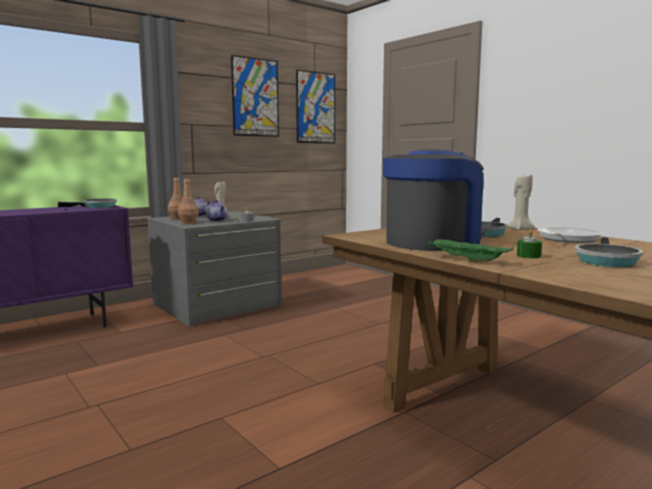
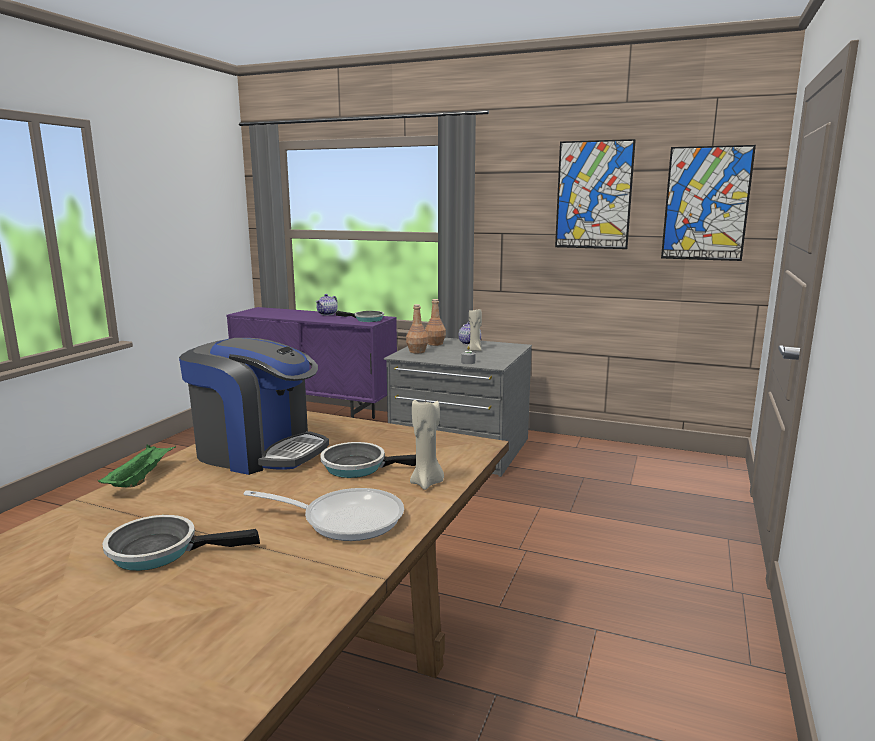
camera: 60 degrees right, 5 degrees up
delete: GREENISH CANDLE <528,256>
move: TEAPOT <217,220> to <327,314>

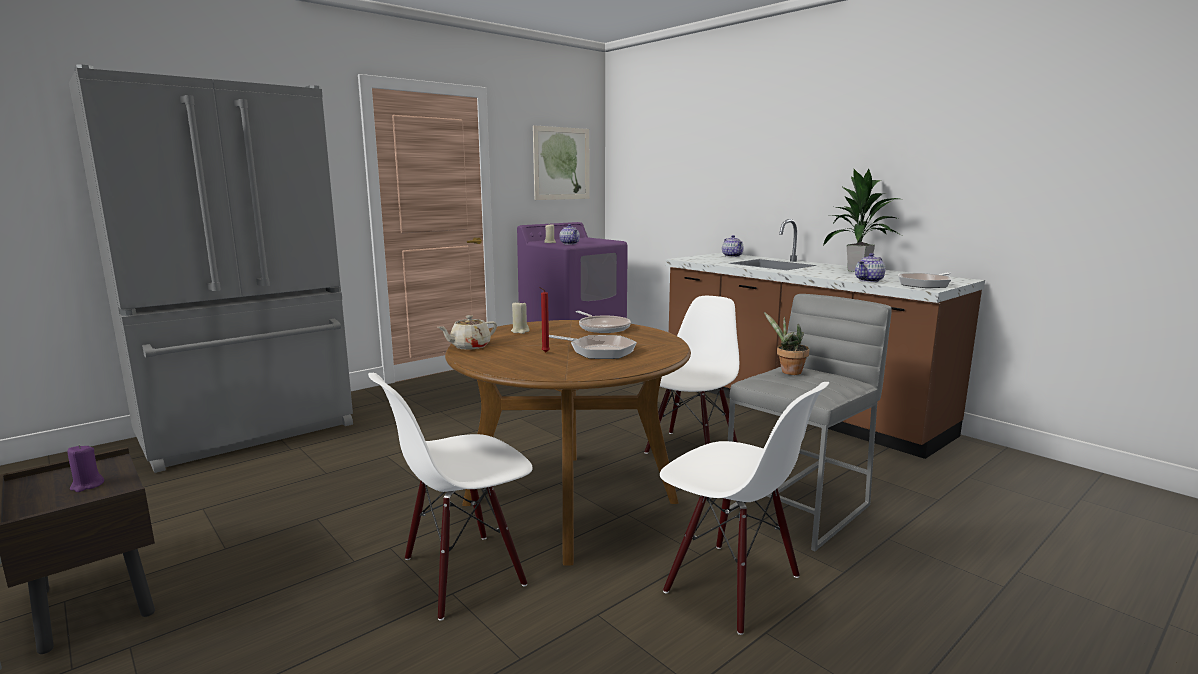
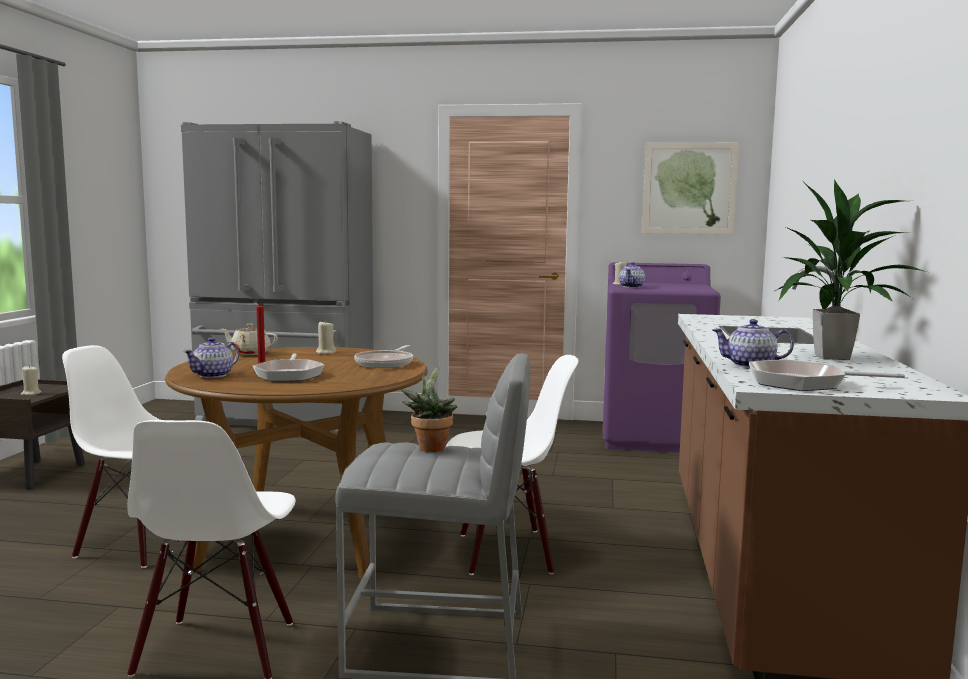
camera: 50 degrees right, 5 degrees down
move: TEAPOT <732,256> to <213,375>
recolor: PURPLE-COLOURED CANDLE <87,486> to SAND-COLOURED CANDLE <31,393>

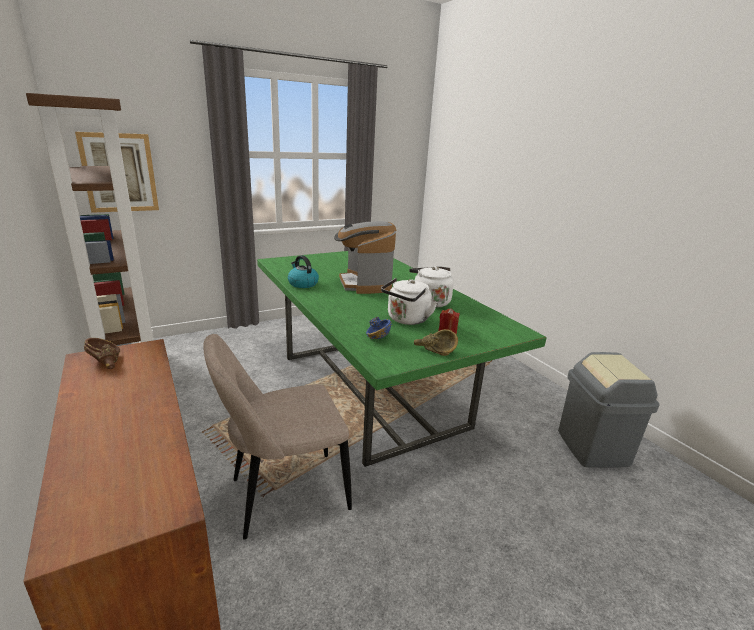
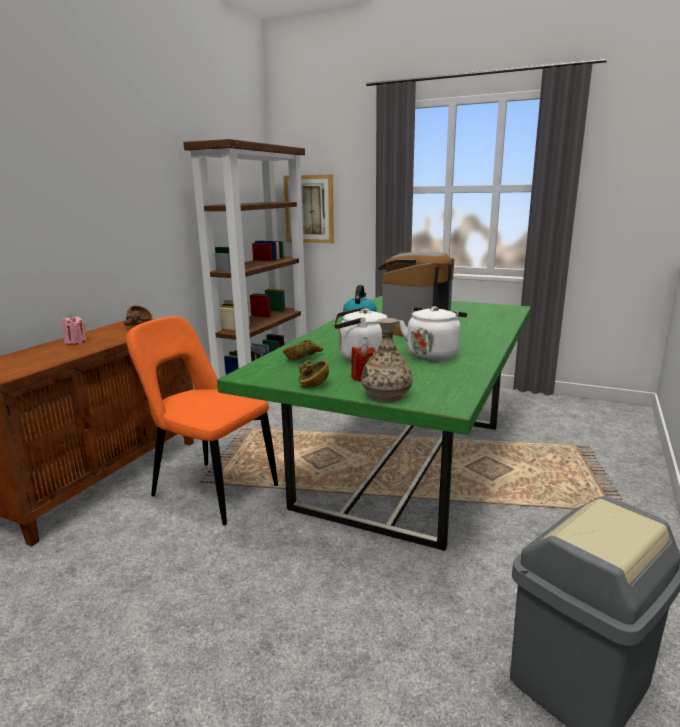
camera: 55 degrees right, 5 degrees down
insert: PINK CANDLE <76,342>; FLOWER VASE <386,395>
recolor: SAND-COLOURED PLAIN CHAIR <283,495> to ORANGEY PLAIN CHAIR <210,489>; BLUE DEEP DISH <376,334> to BROWN-COLOURED DEEP DISH <304,358>

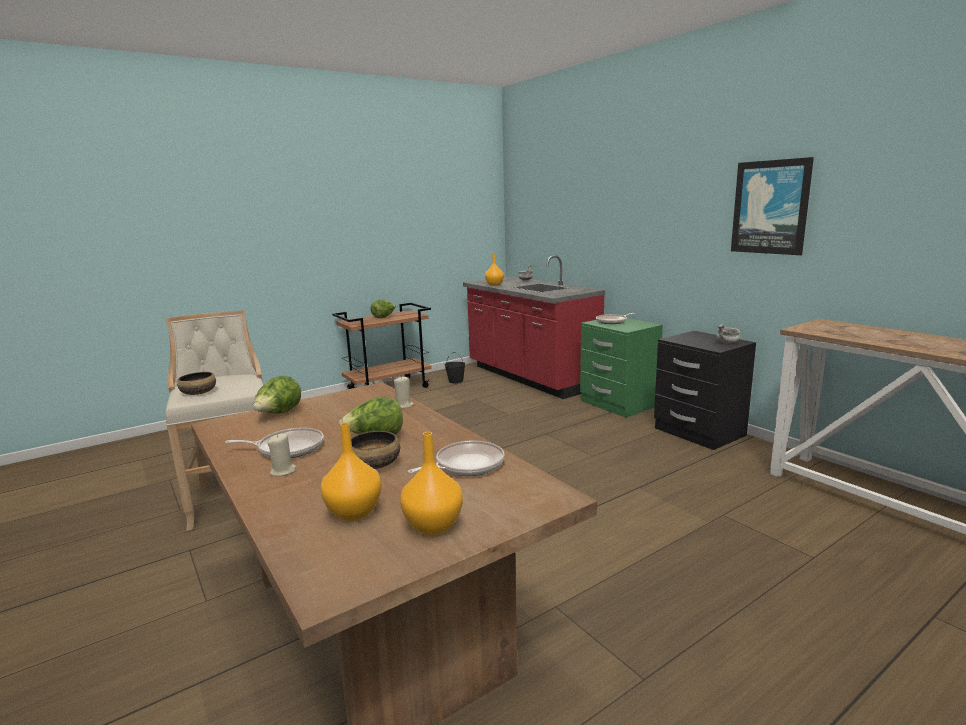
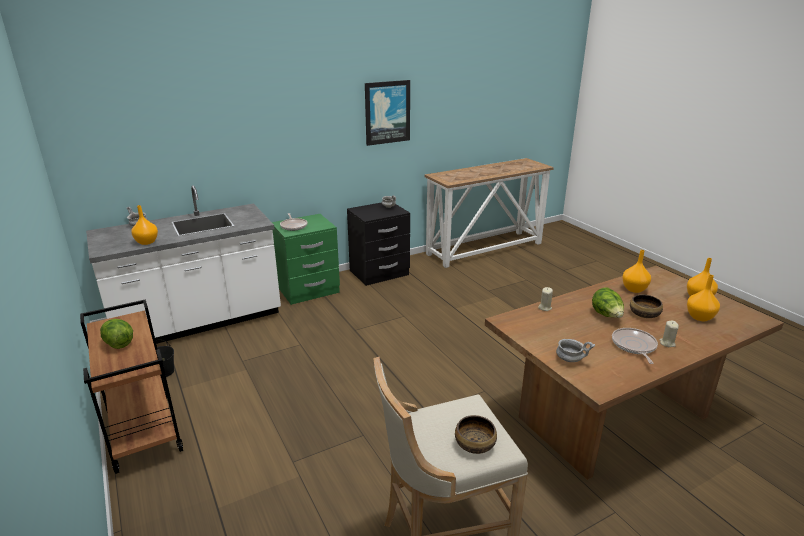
camera: 85 degrees left, 10 degrees up
replace: HEAD OF LETTUCE <279,414> to GREY DEEP DISH <570,359>; FRYING PAN <466,465> to ORANGEY FLOWER VASE <634,289>
recolor: RED-COLOURED KITCHEN COUNTER <530,377> to WHITE-COLOURED KITCHEN COUNTER <199,322>

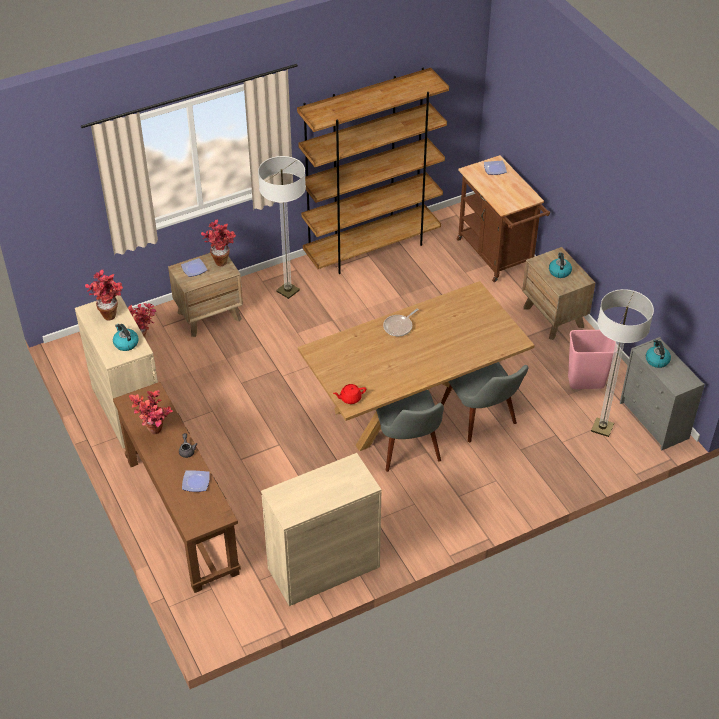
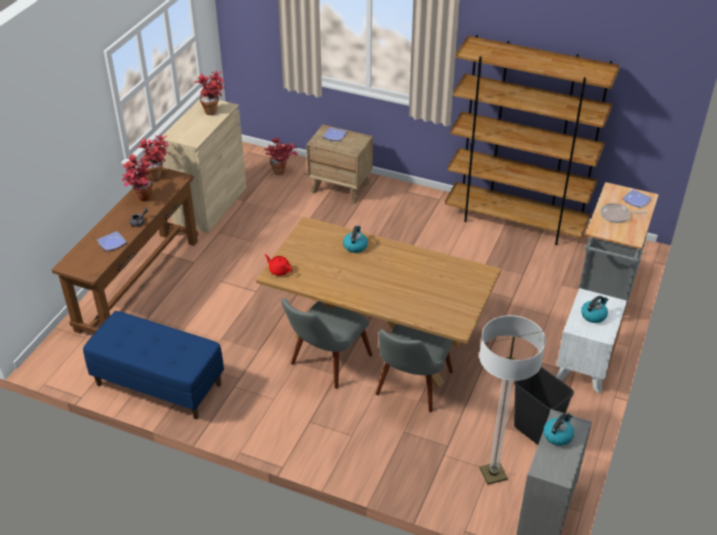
camera: 50 degrees right, 5 degrees down
delete: FLOOR LAMP <288,291>
move: PLANT IN A POT <221,259> to <159,175>; TEA KETTLE <126,343> to <355,246>; FRYING PAN <399,326> to <617,215>
replace: SAND-COLOURED CUPBOARD <323,567> to BLUE INDOOR BENCH <158,384>
recolor: PINK WASTE BIN <586,381> to BLACK-COLOURED WASTE BIN <536,430>; BROWN-COLOURED NIGHT TABLE <554,317> to WHITE-COLOURED NIGHT TABLE <584,366>; BROWN-COLOURED CART <497,257> to GREY CART <605,293>

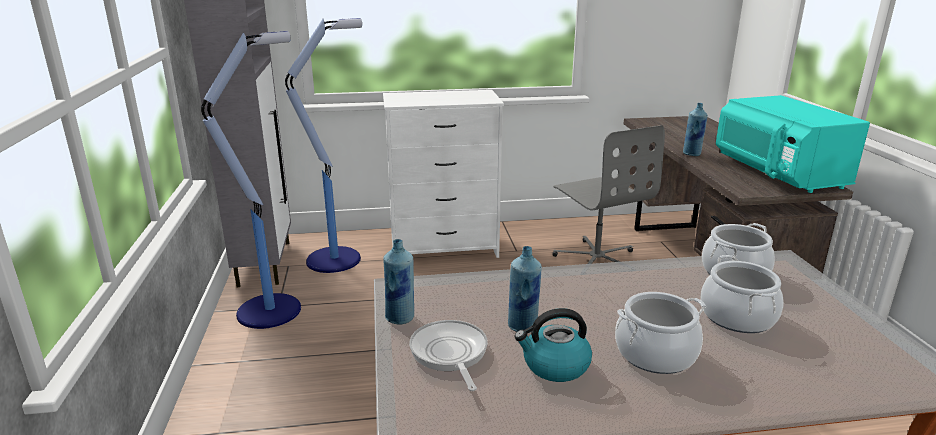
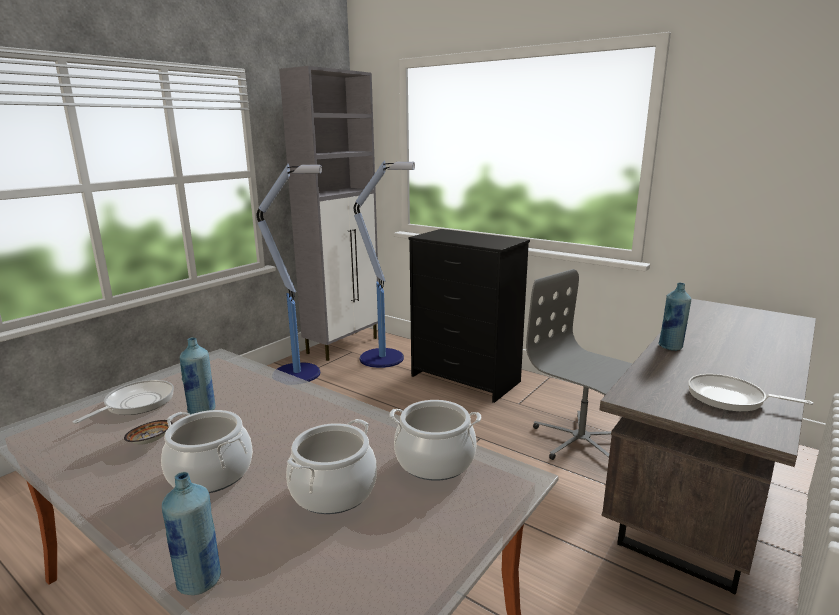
camera: 45 degrees right, 5 degrees down
move: BLUE BEVERAGE BOTTLE <400,318> to <199,581>
replace: TEA KETTLE <554,366> to DEEP DISH <150,441>; TURQUOISE MICROWAVE <778,174> to FRYING PAN <730,398>
recolor: WHITE-COLOURED DRAWER CHEST <444,248> to BLACK-COLOURED DRAWER CHEST <465,379>
rotate: GREY OFFICE CHAIR <597,259> = <580,441> 120 degrees clockwise

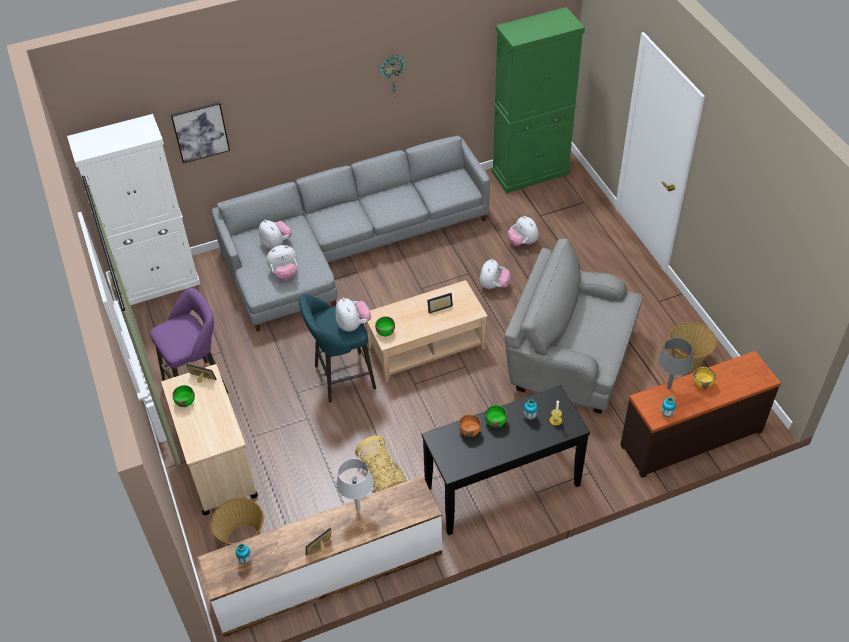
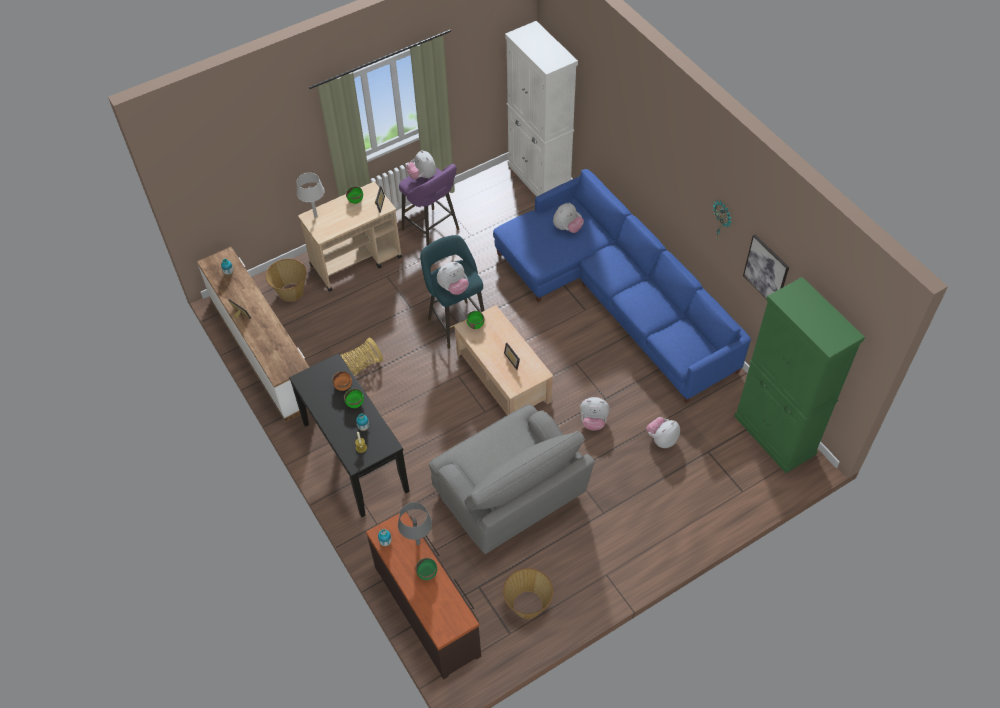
camera: 80 degrees right, 5 degrees up
move: GREY TABLE LAMP <357,507> to <315,215>; CUDDLY TOY <284,273> to <422,176>; WALL ART <200,132> to <766,271>
recolor: YELLOWISH DEEP DISH <702,383> to GREENISH DEEP DISH <427,573>; GREY SOFA <344,247> to BLUE SOFA <614,295>
rotate: GREY LOUNGE CHAIR <569,358> = <510,496> 135 degrees clockwise

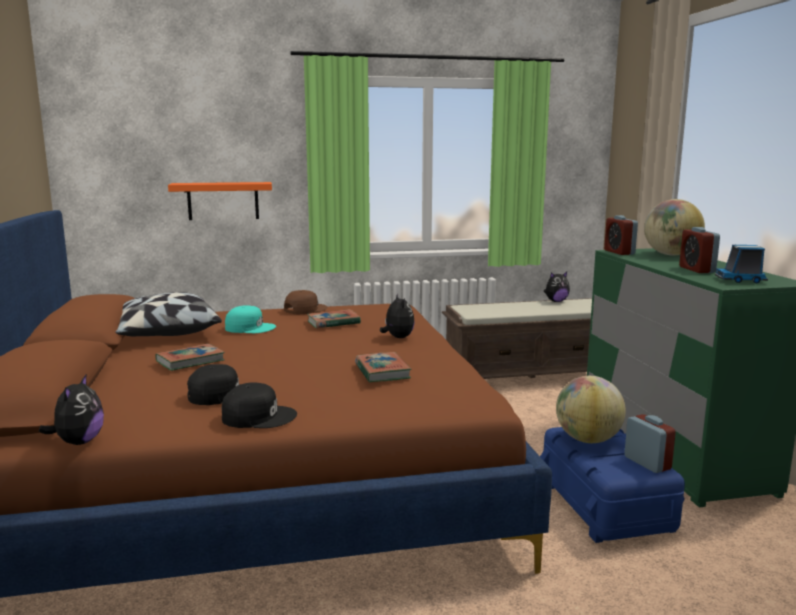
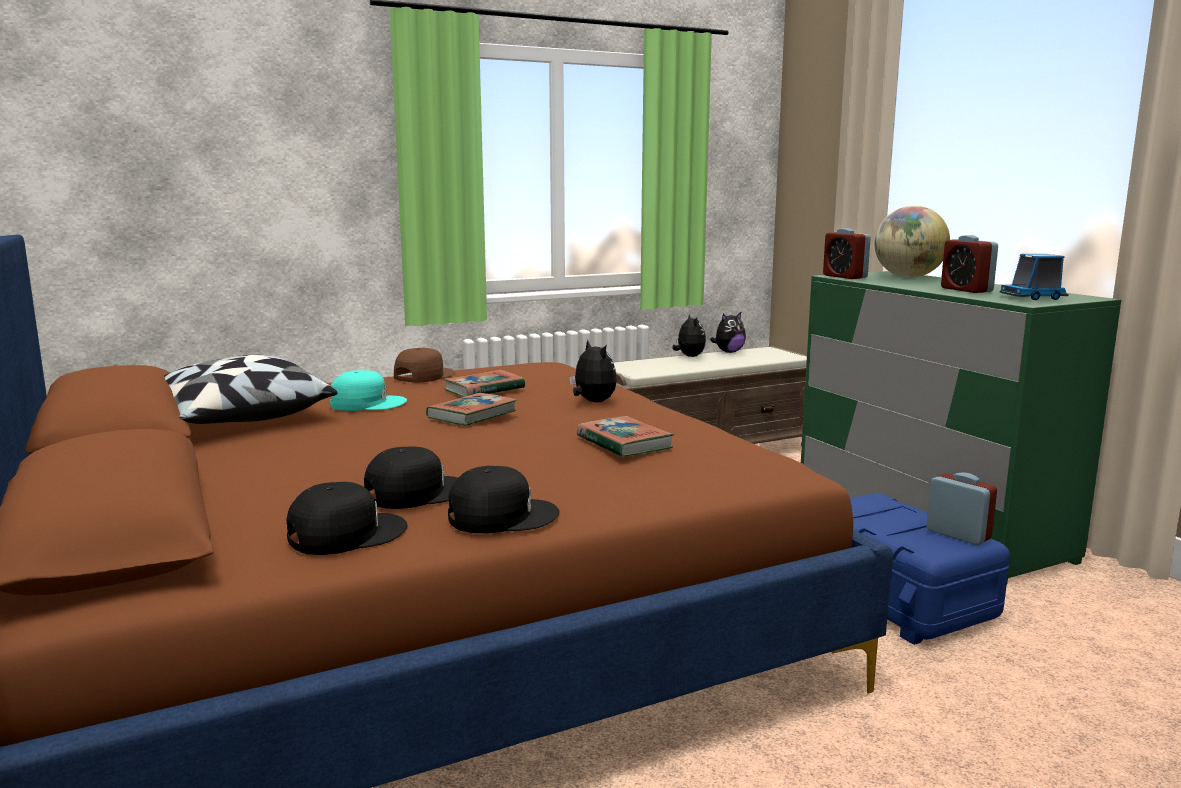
camera: 15 degrees left, 0 degrees up
delete: ORANGEY SHELF <223,201>; DESK GLOBE <587,440>
insert: BLACK-COLOURED CAP <346,533>
move: VOLUME <190,361> to <472,415>; CUDDLY TOY <78,442> to <689,356>

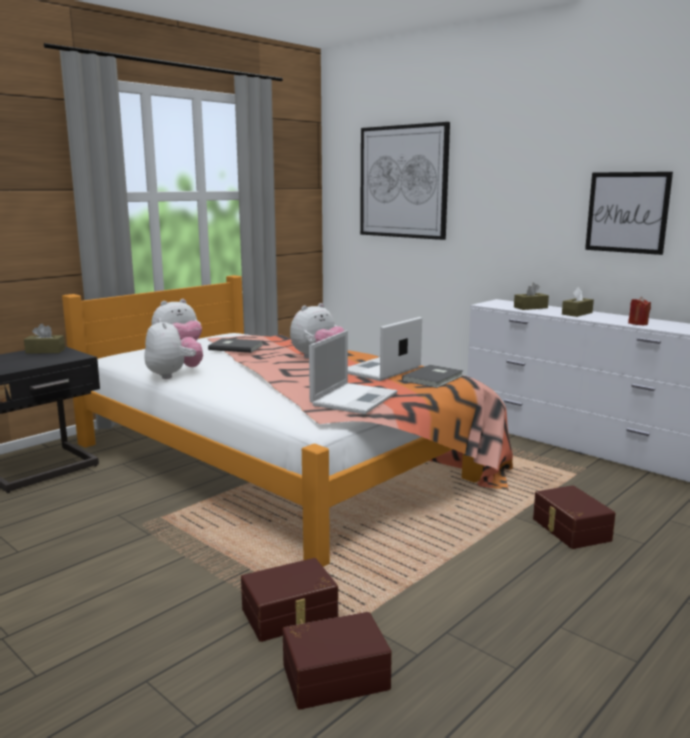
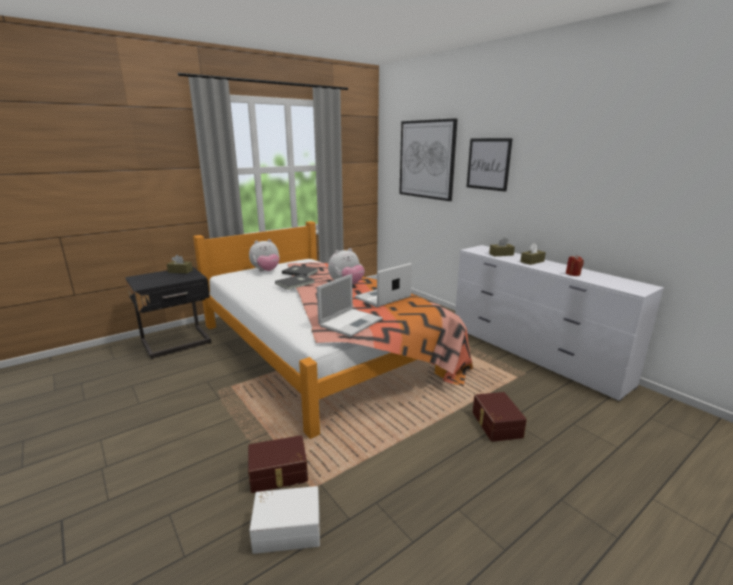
camera: 10 degrees right, 5 degrees up
delete: CUDDLY TOY <173,375>
move: GREY VOLUME <434,378> to <296,283>; WALL ART <627,212> to <488,164>
recolor: BROWN-COLOURED STORAGE BIN <334,674> to WHITE-COLOURED STORAGE BIN <287,527>

